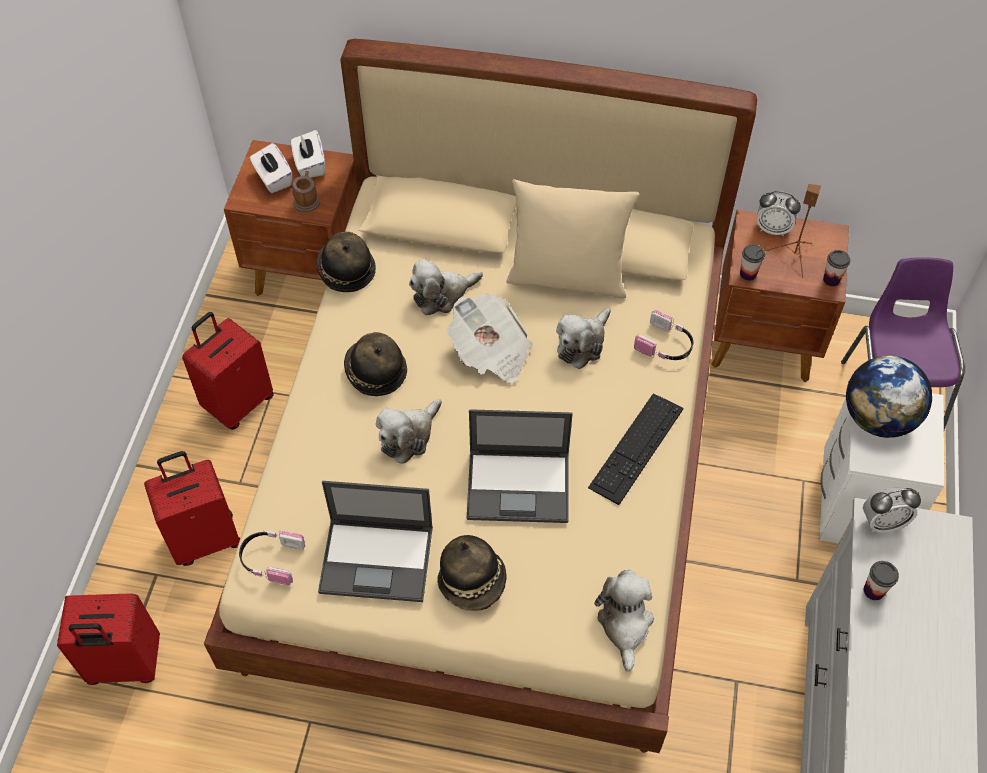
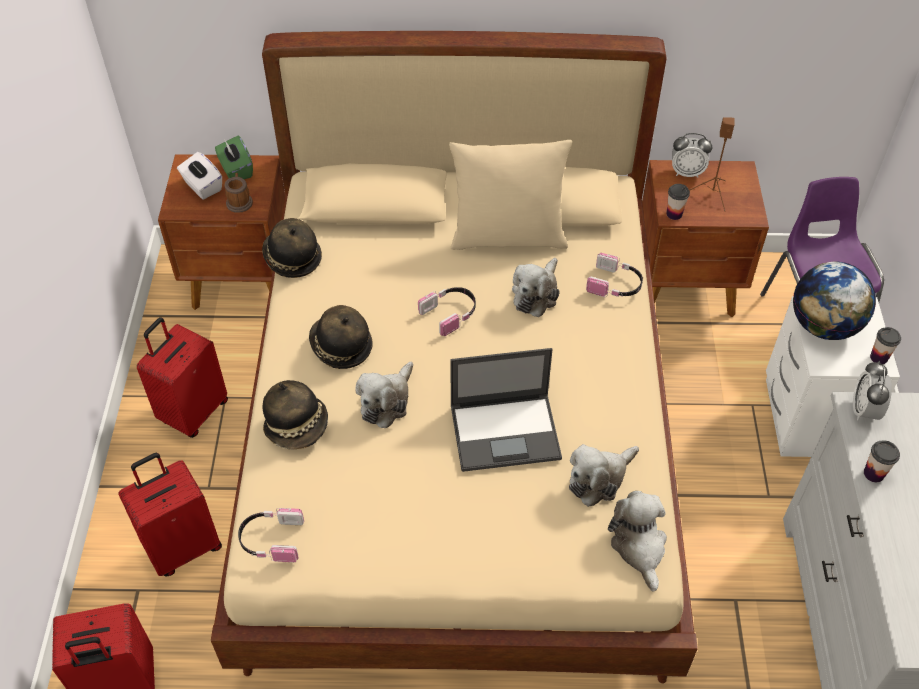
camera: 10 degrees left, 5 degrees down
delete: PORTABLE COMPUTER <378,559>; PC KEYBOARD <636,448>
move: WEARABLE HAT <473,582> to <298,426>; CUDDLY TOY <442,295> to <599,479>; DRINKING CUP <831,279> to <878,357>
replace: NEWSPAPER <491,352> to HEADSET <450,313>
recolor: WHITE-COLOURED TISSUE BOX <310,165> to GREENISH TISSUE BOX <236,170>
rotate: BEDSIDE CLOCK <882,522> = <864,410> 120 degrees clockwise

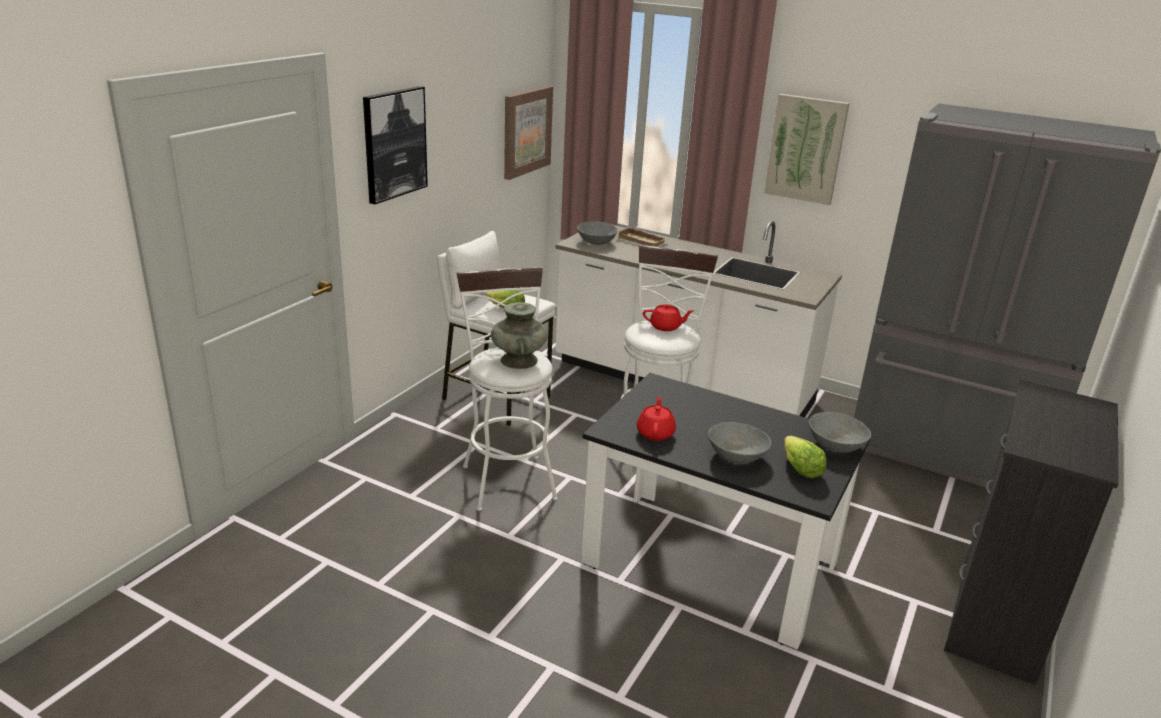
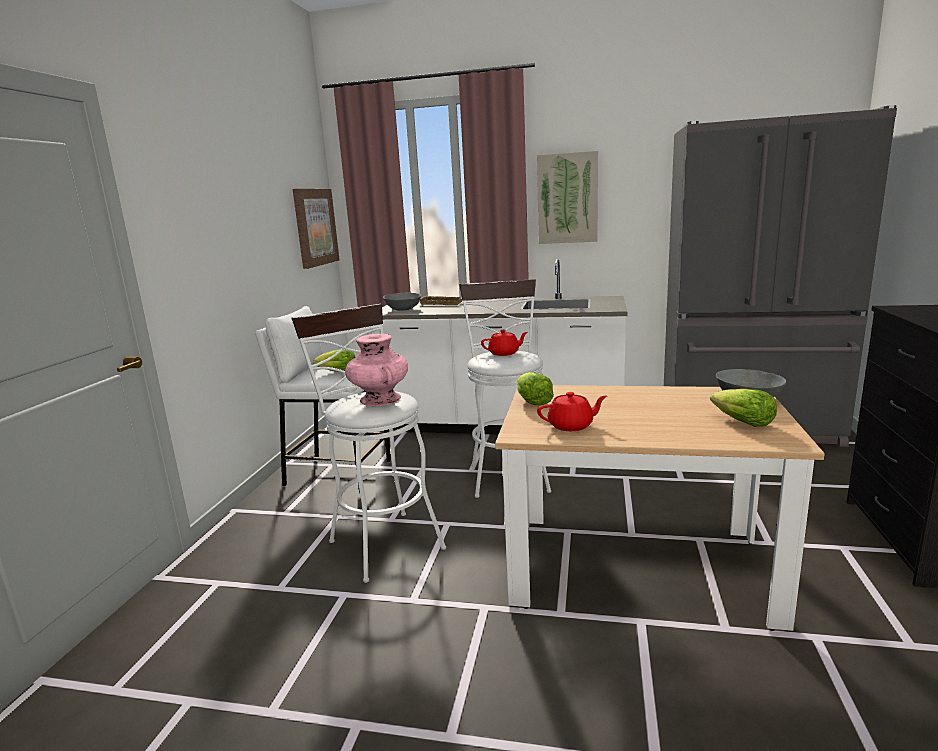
camera: 15 degrees left, 10 degrees down
delete: WALL ART <394,144>; GREY DEEP DISH <736,456>
insert: HEAD OF LETTUCE <532,401>
recolor: TURQUOISE FLOWER VASE <519,360> to PINK FLOWER VASE <380,399>; BLACK-COLOURED KITCHEN TABLE <709,564> to SAND-COLOURED KITCHEN TABLE <638,569>
rotate: RED-COLOURED TEAPOT <655,433> = <571,426> 90 degrees clockwise

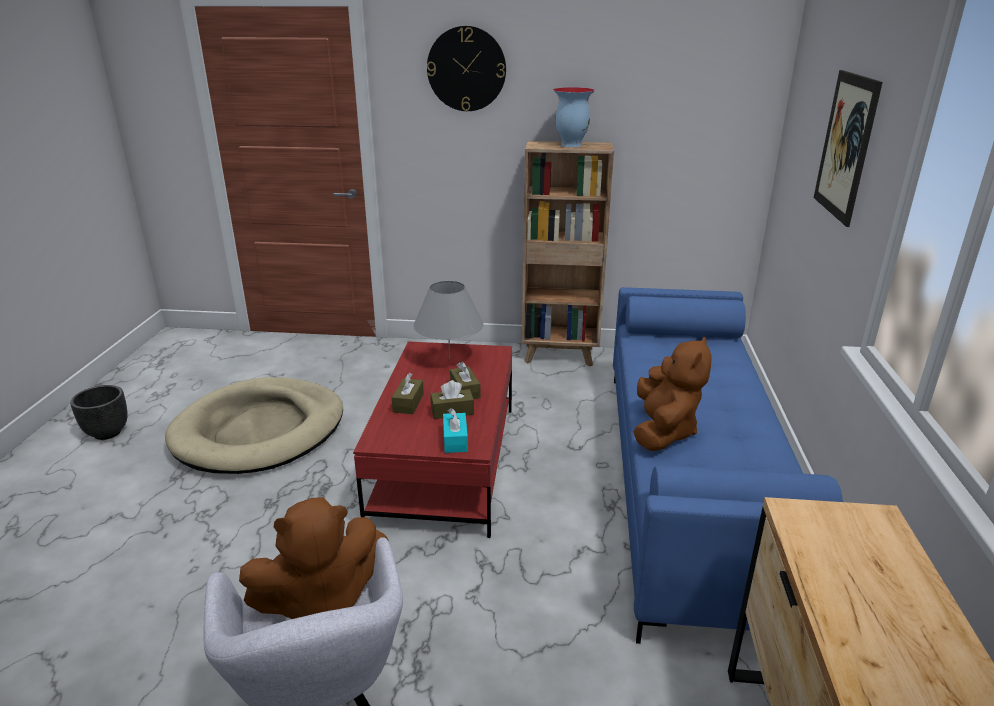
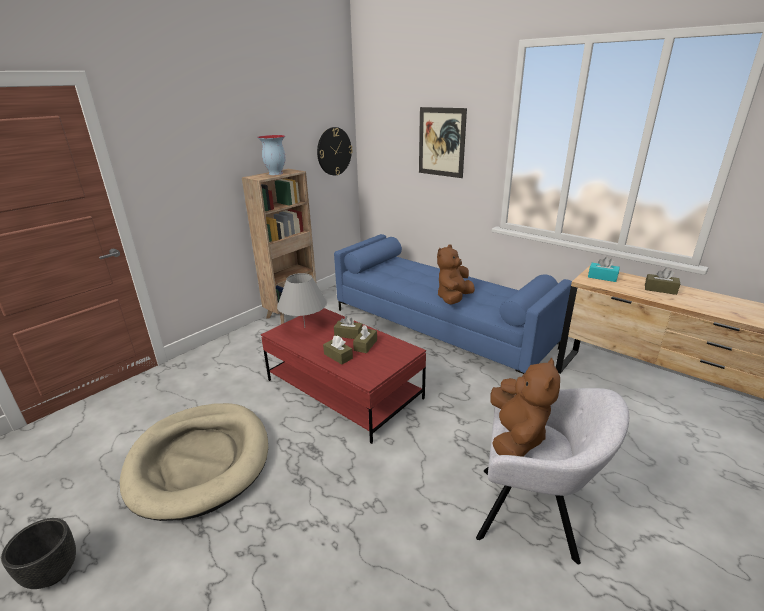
camera: 55 degrees left, 0 degrees up
insert: BROWN-COLOURED TISSUE BOX <660,289>
move: CLOCK ON THE WALL <466,69> to <334,151>; TURQUOISE TISSUE BOX <455,440> to <602,277>
rotate: BROWN-COLOURED CUDDLY TOY <663,431> = <453,299> 105 degrees counterclockwise

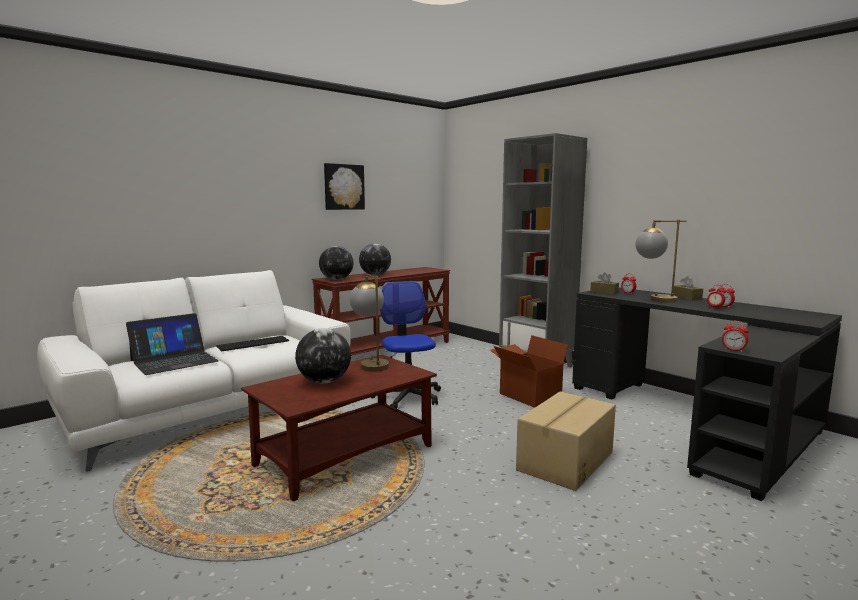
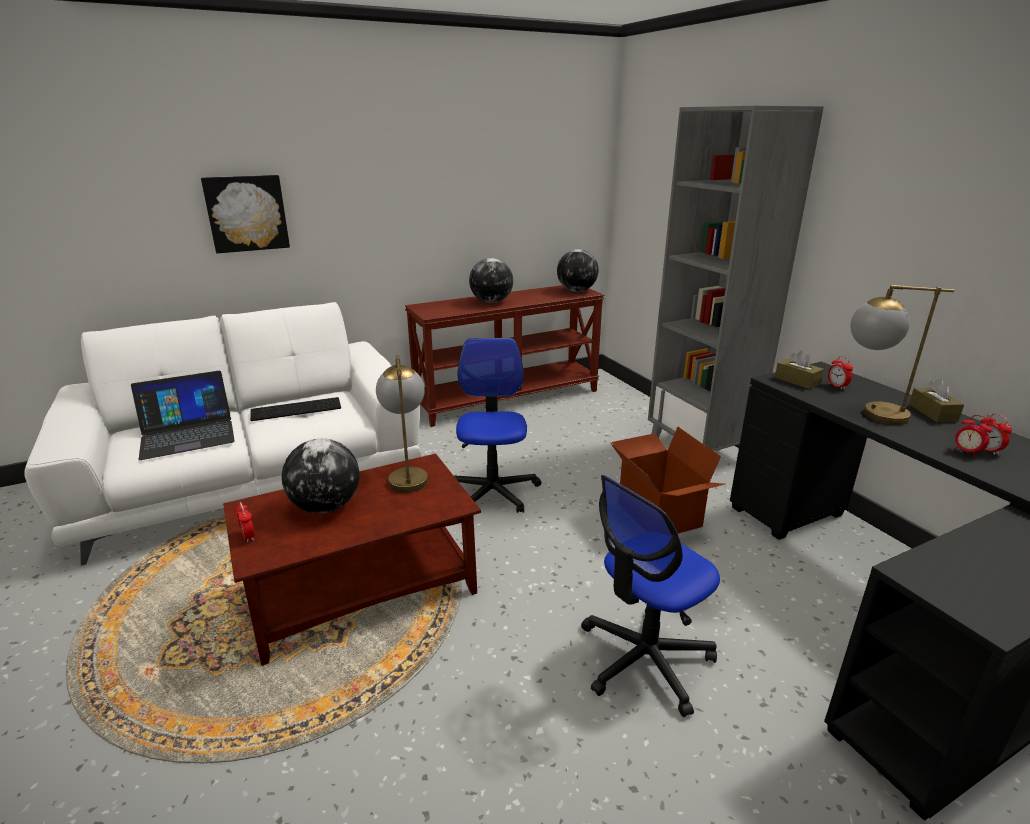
camera: 15 degrees right, 15 degrees up
move: WALL ART <343,187> to <246,213>; BEDSIDE CLOCK <733,350> to <248,536>; DESK GLOBE <336,279> to <576,291>
replace: PACKING BOX <564,461> to OFFICE CHAIR <644,659>

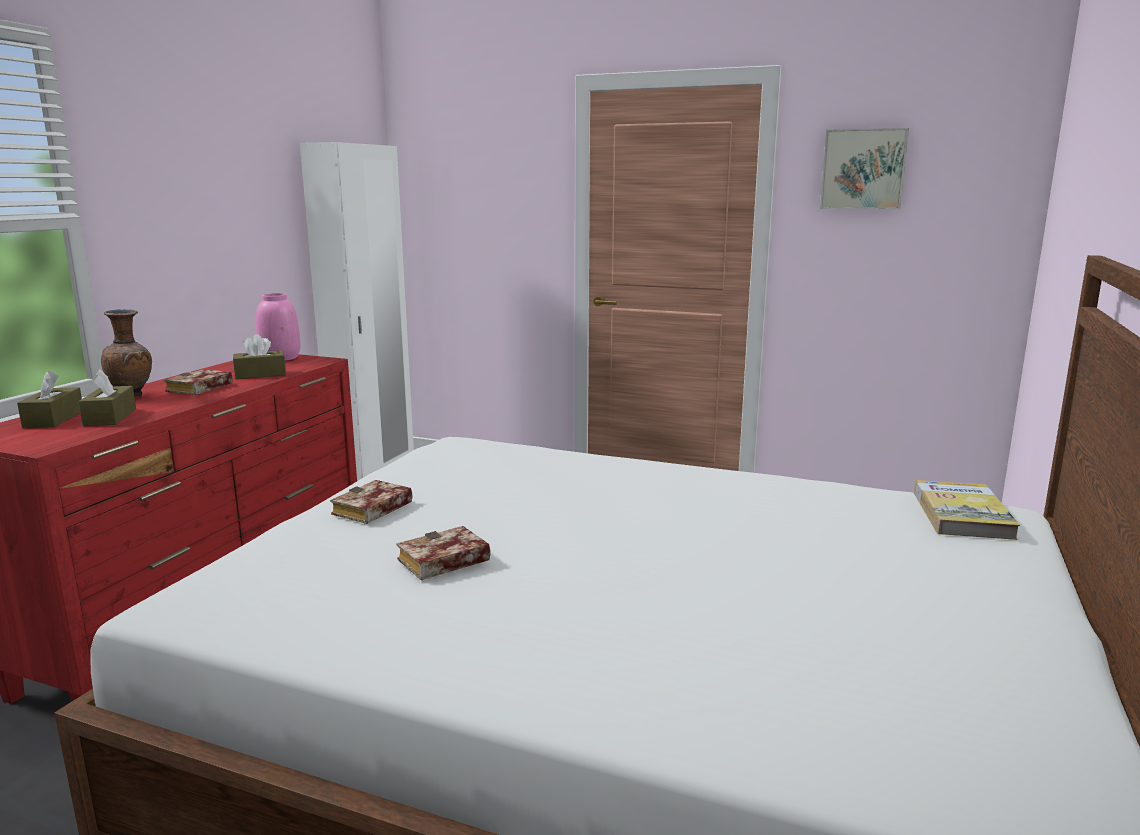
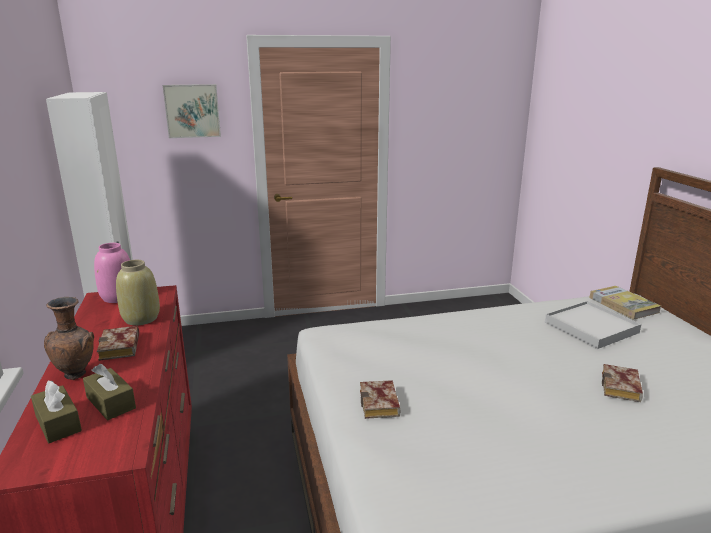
camera: 35 degrees left, 5 degrees up
insert: WHITE-COLOURED TRAY <591,327>
move: WALL ART <863,169> to <192,111>; VOLUME <441,563> to <622,388>
replace: BROWN-COLOURED TISSUE BOX <260,374> to SAND-COLOURED FLOWER VASE <141,319>

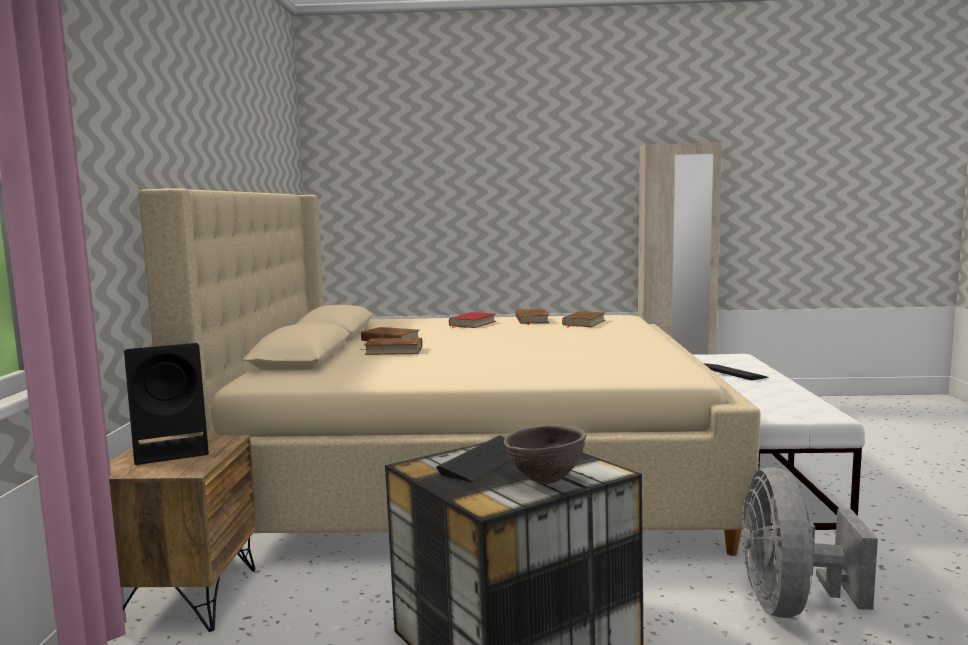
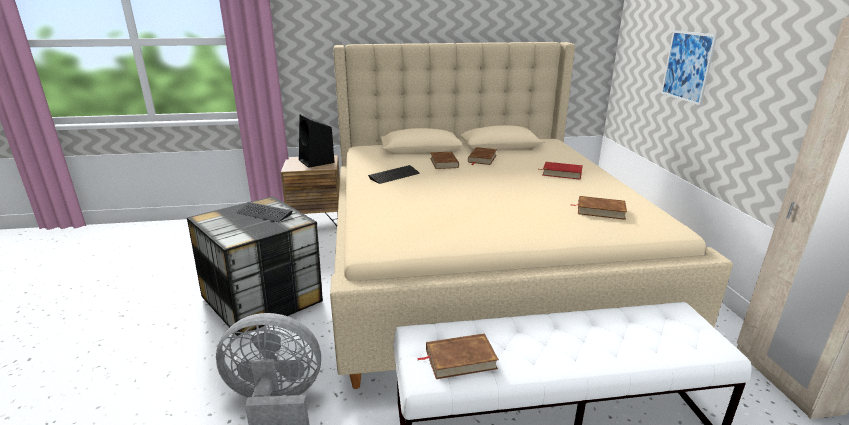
camera: 80 degrees right, 15 degrees up
delete: BROWN-COLOURED DEEP DISH <545,480>
insert: WALL ART <687,66>
move: PC KEYBOARD <734,373> to <394,175>; BROWN-COLOURED VOLUME <531,320> to <460,359>

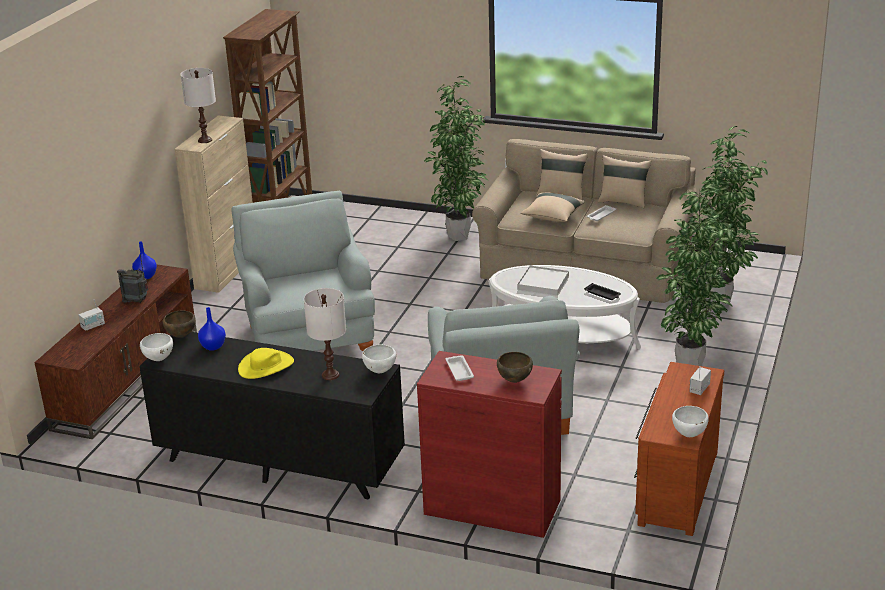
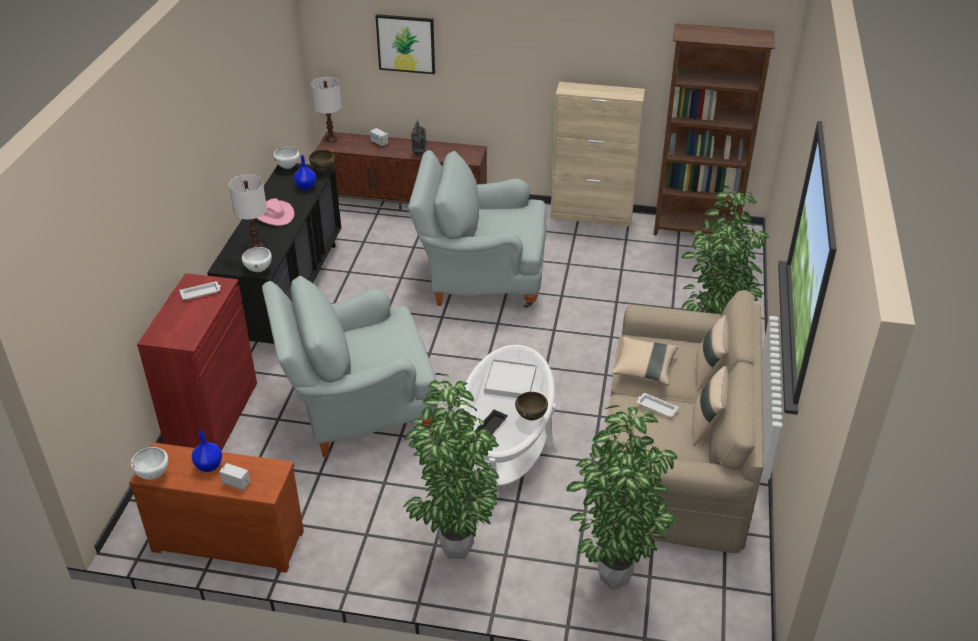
camera: 80 degrees right, 10 degrees up
insert: WALL ART <406,43>
move: BLUE FLOWER VASE <145,276> to <208,465>; WHITE-COLOURED TABLE LAMP <205,140> to <331,139>; BROWN-COLOURED DEEP DISH <514,380> to <531,417>
recolor: YELLOWISH WEARABLE HAT <266,366> to PINK WEARABLE HAT <273,215>
rotate: GREY LOUNGE CHAIR <309,337> = <480,278> 150 degrees counterclockwise

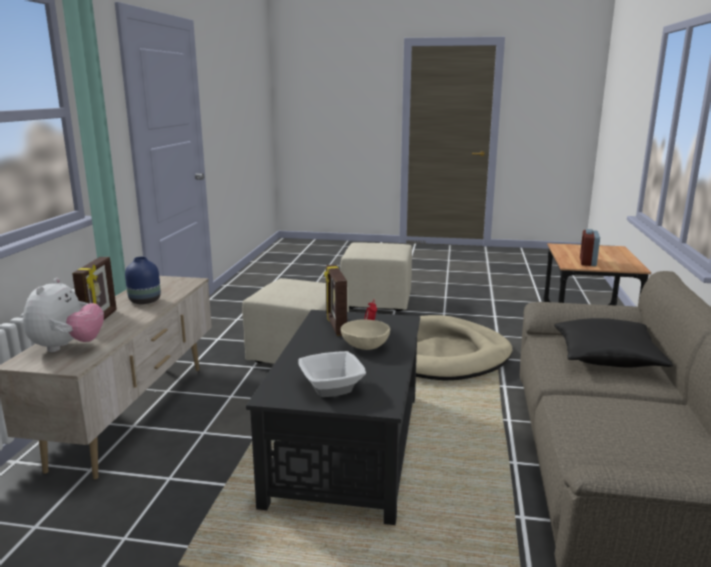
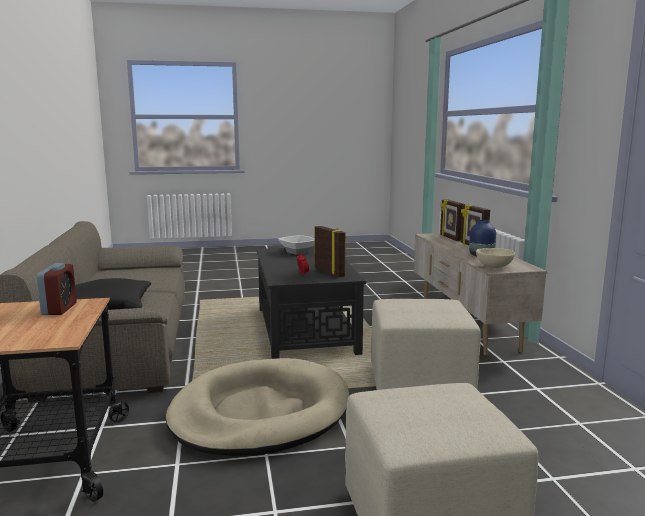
camera: 160 degrees right, 5 degrees down
move: SAND-COLOURED DEEP DISH <366,347> to <493,267>
replace: CUDDLY TOY <67,347> to PHOTO FRAME <450,238>

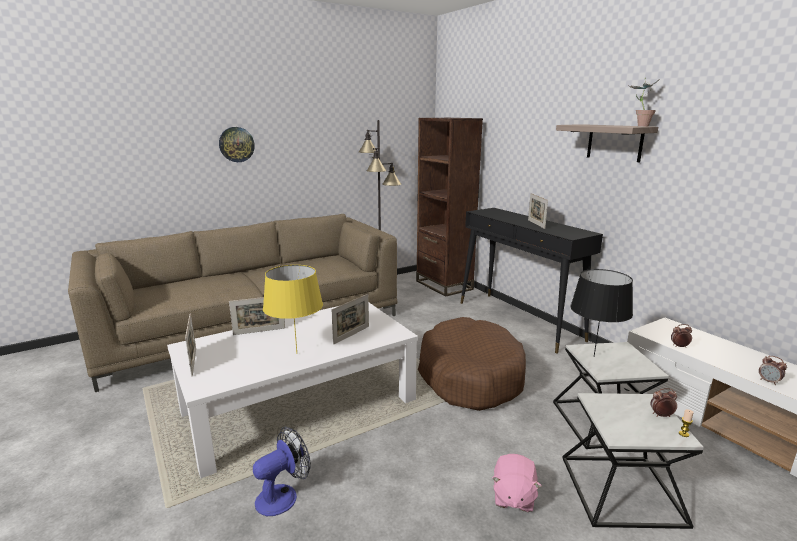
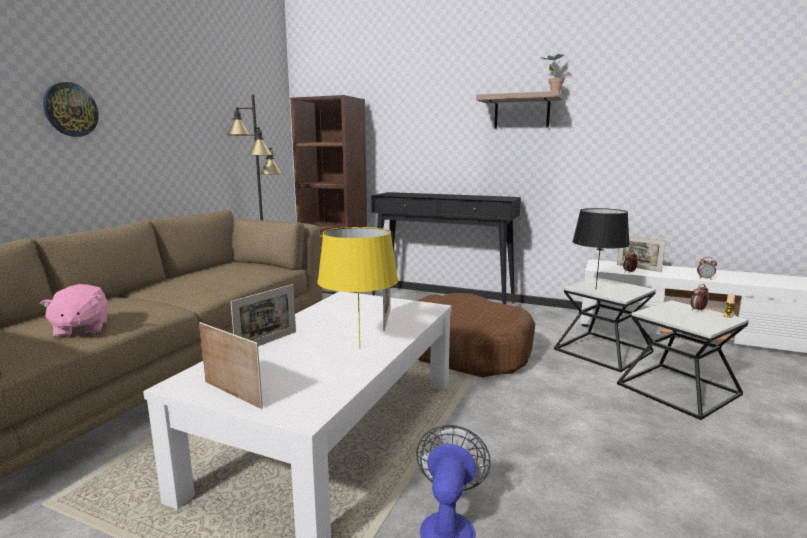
camera: 35 degrees left, 5 degrees down
move: PINK CUDDLY TOY <513,496> to <81,330>; PHOTO FRAME <536,224> to <638,268>

